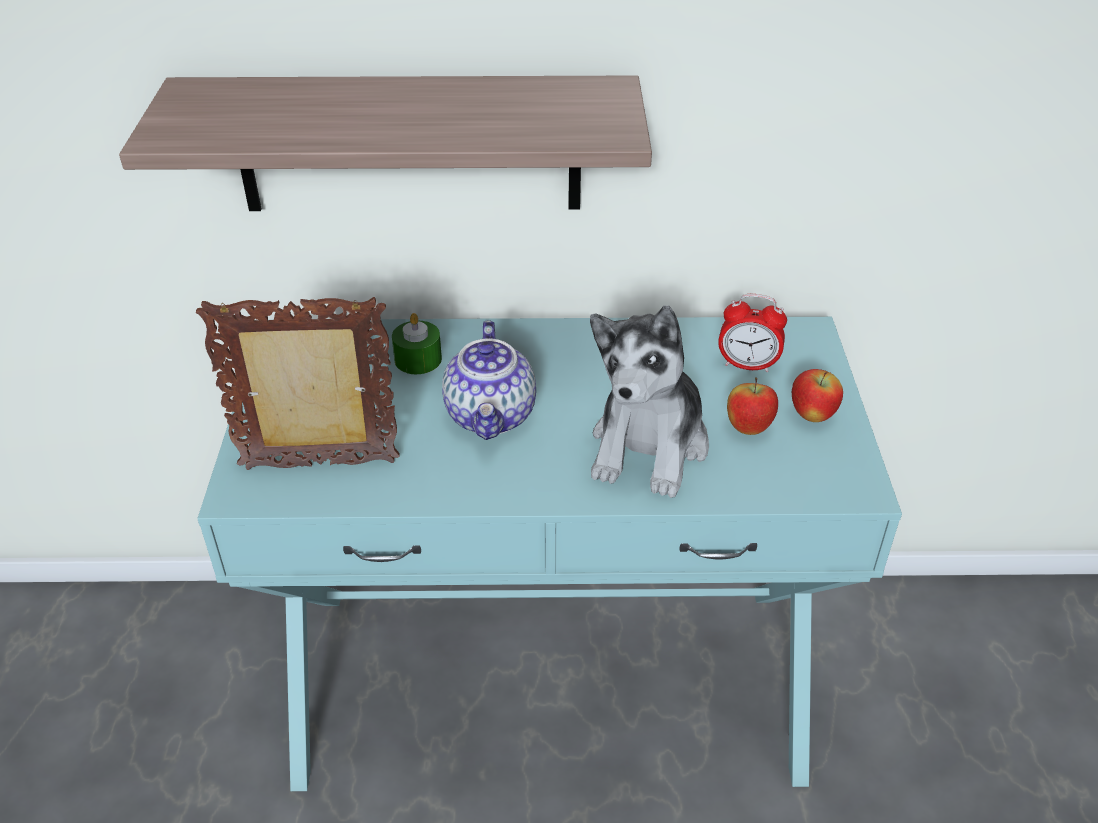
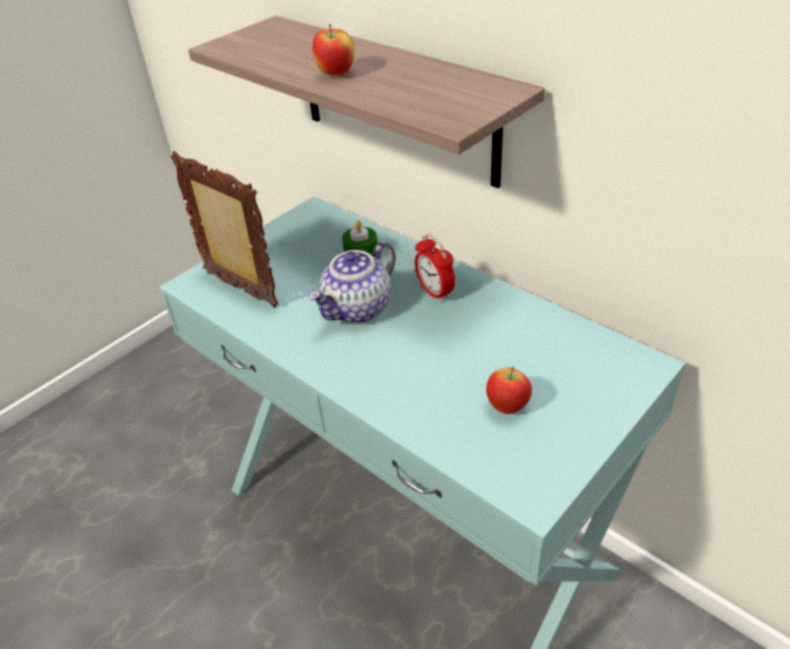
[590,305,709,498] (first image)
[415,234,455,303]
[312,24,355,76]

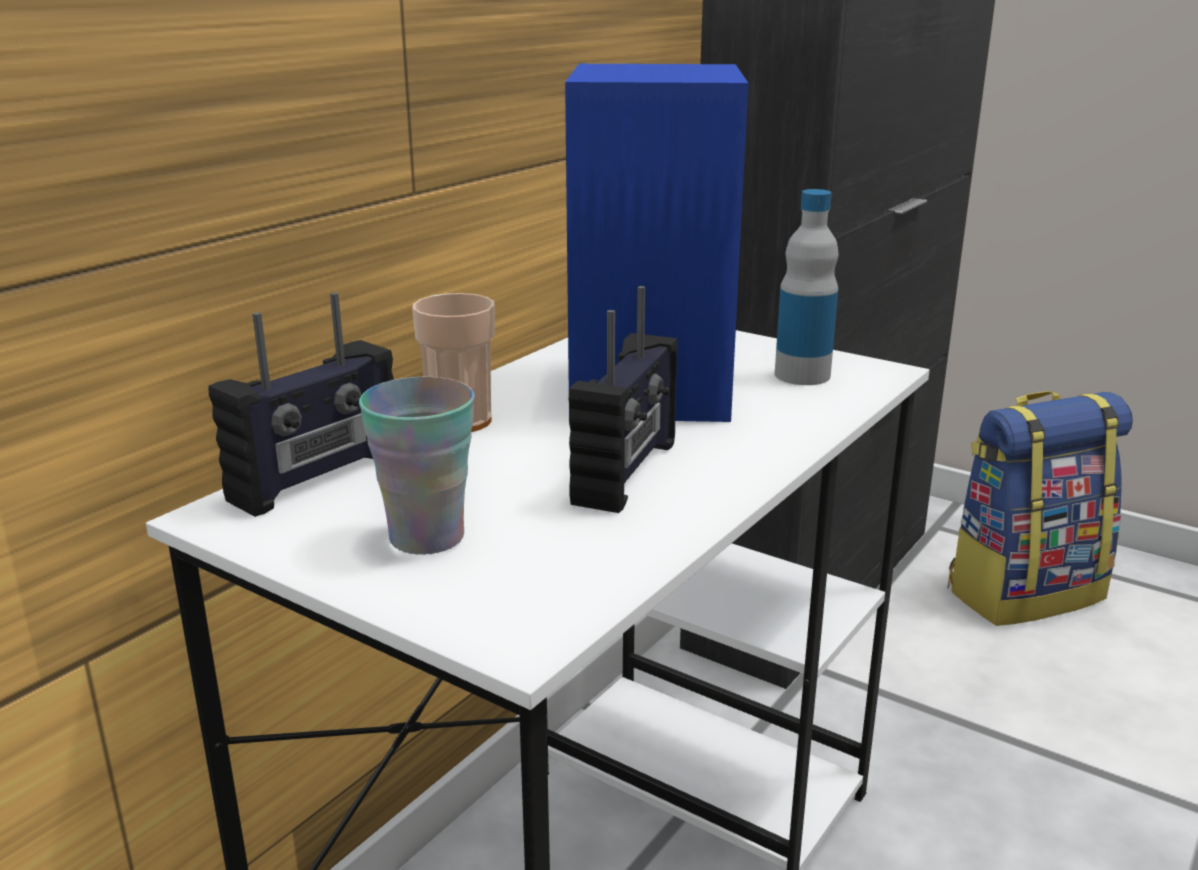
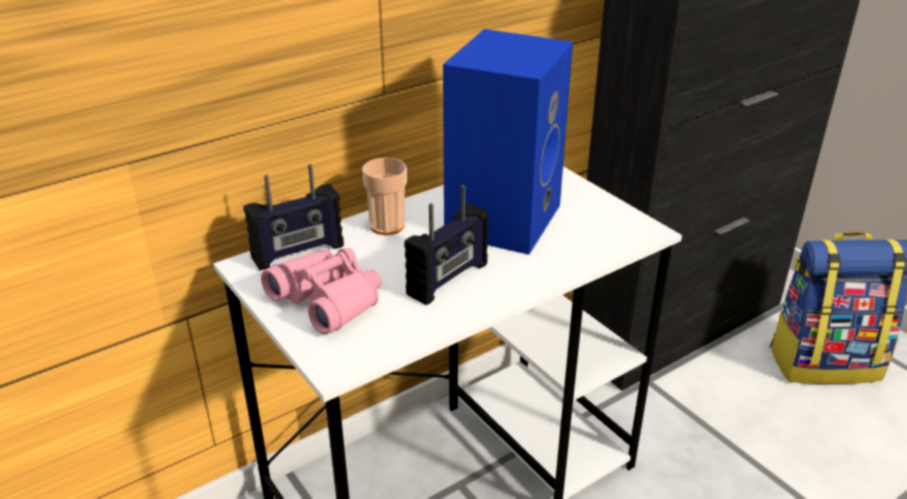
[775,189,839,385] (first image)
[261,248,382,334]

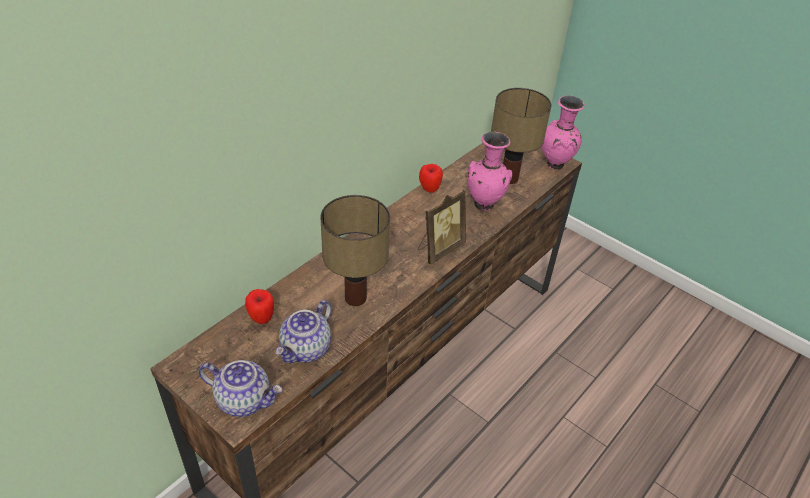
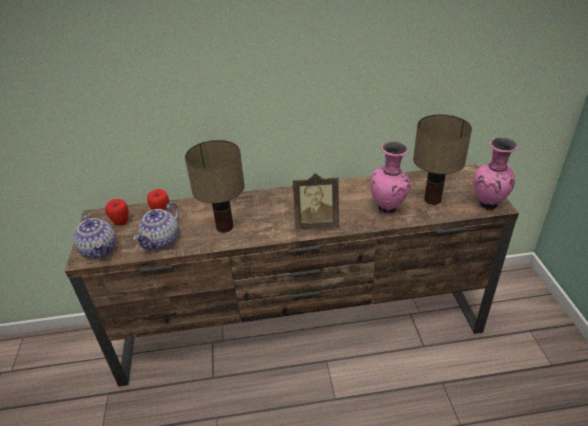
[105,199,129,226]
[133,202,179,250]

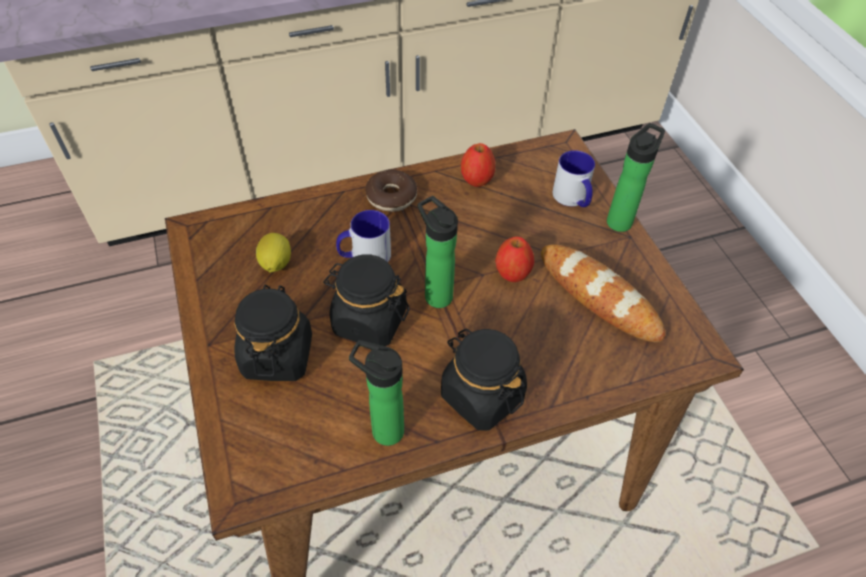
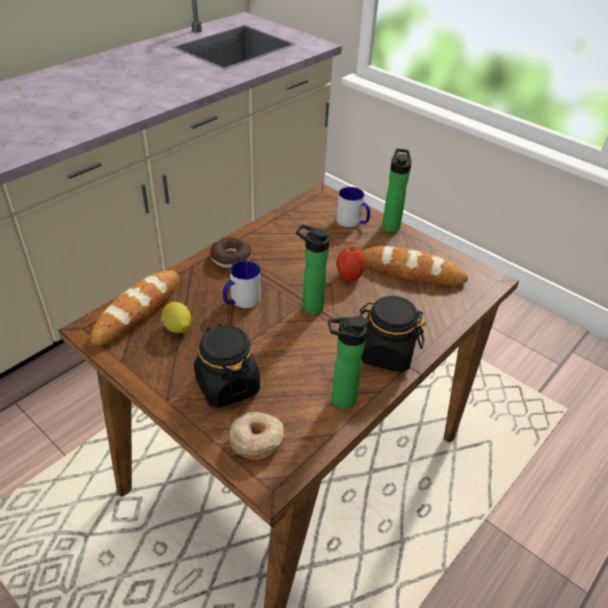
[323,255,410,346] (first image)
[461,143,495,187] (first image)
[91,270,179,345]
[228,412,284,459]

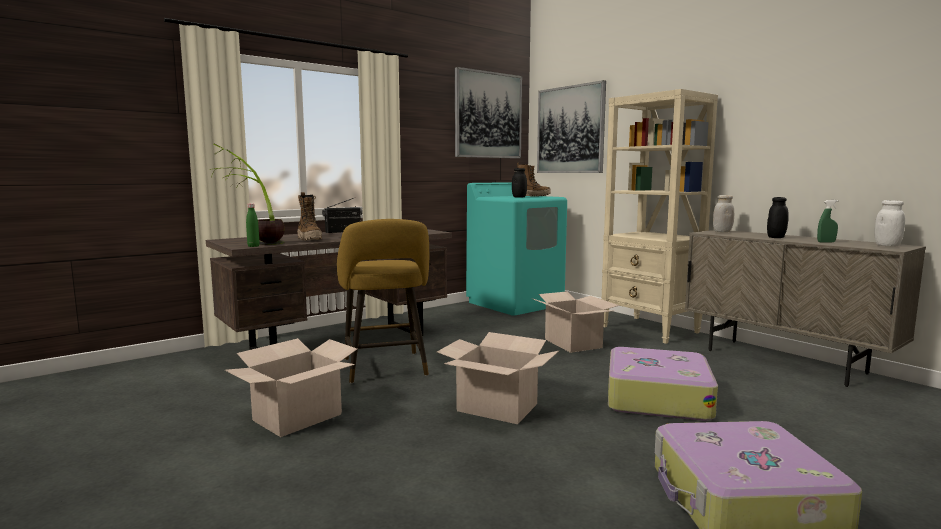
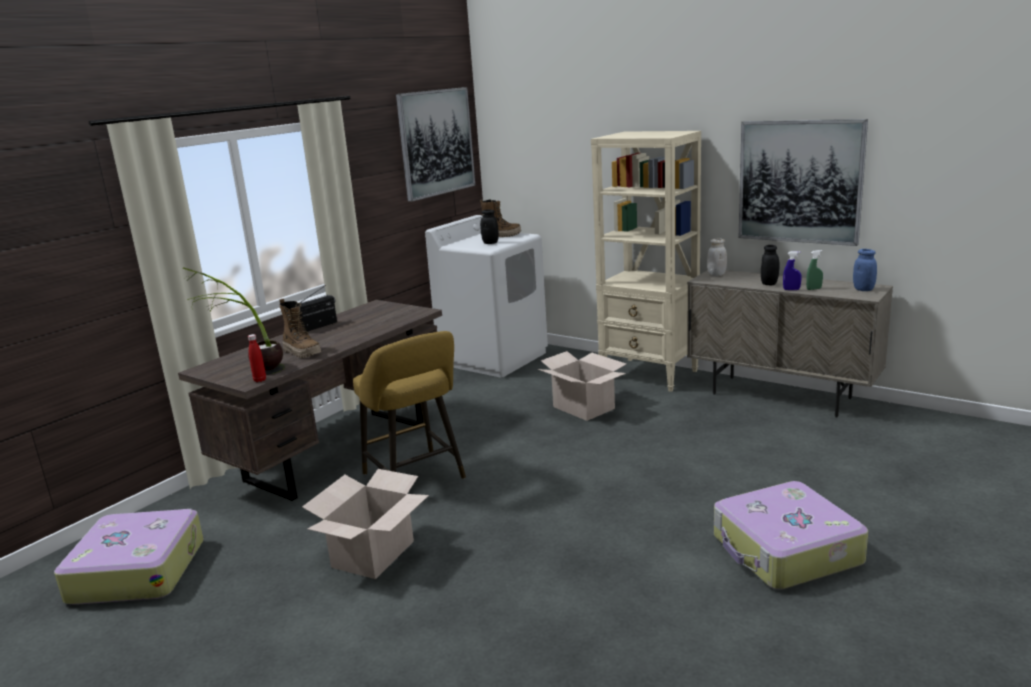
[437,332,559,424] (first image)
[783,251,802,290]
[739,119,868,246]
[54,509,204,605]
[248,334,266,382]
[425,215,548,378]
[853,249,877,291]

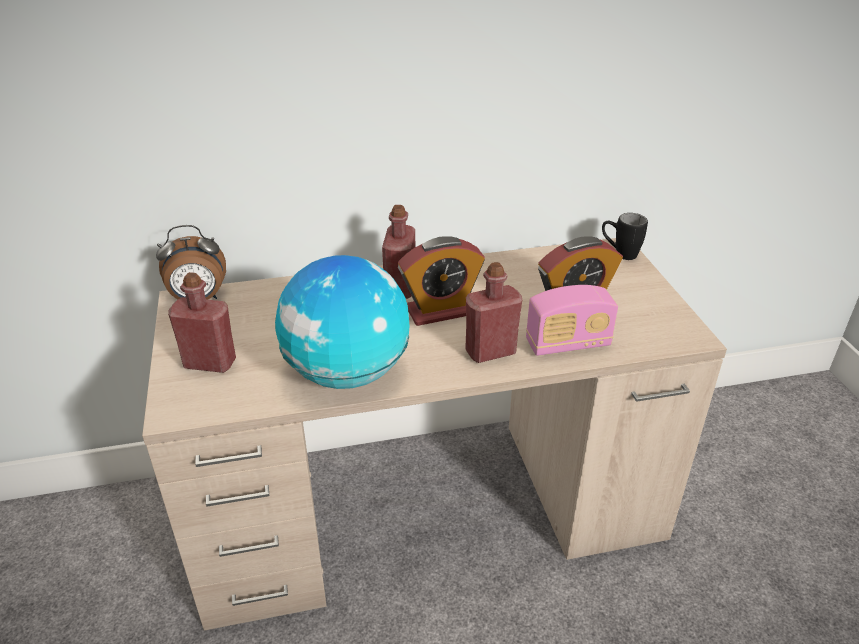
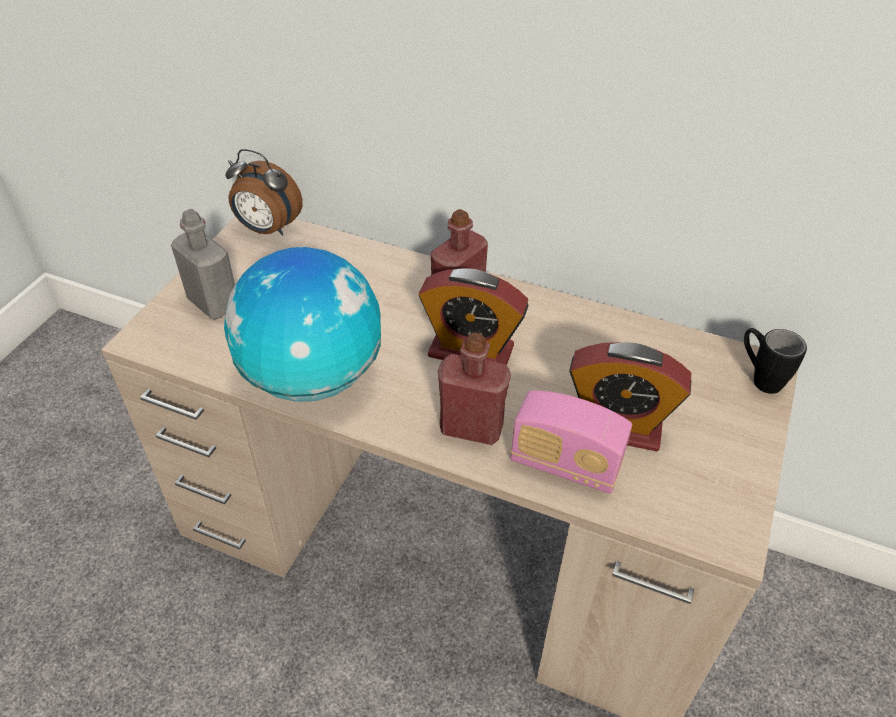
[171,209,235,319]

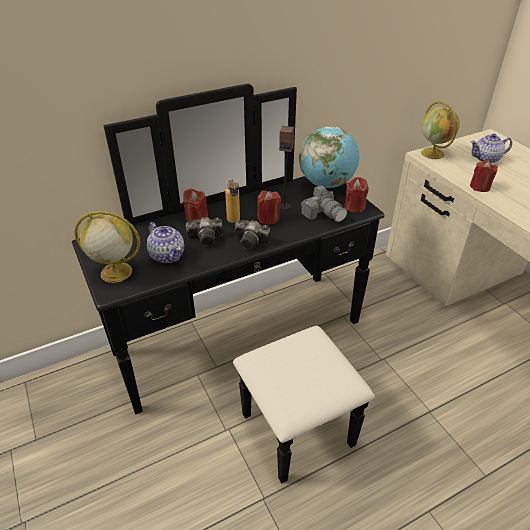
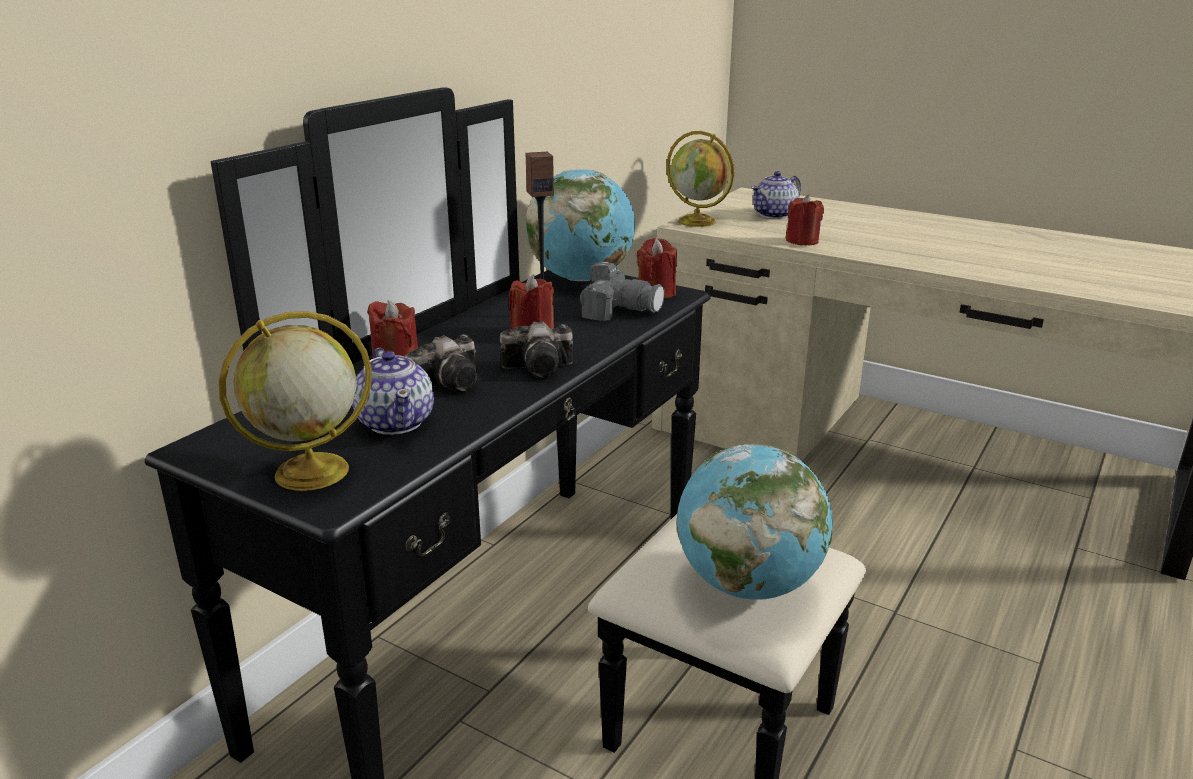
[225,179,240,223] (first image)
[677,444,833,599]
[352,348,434,435]

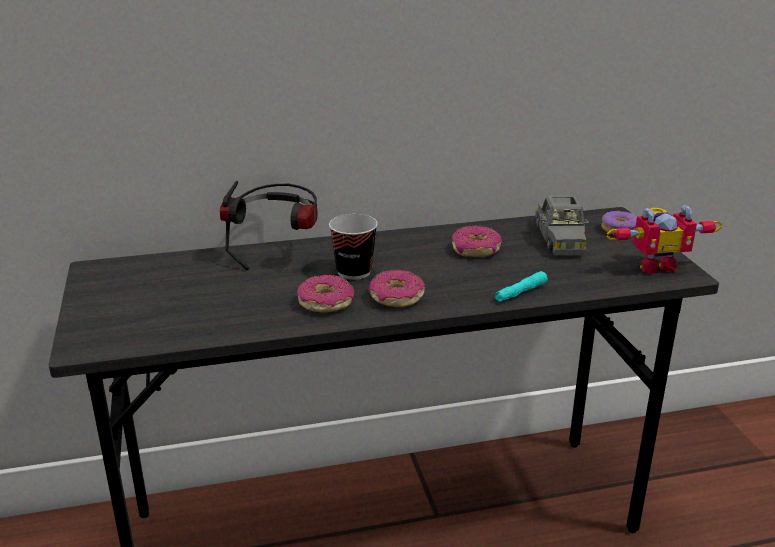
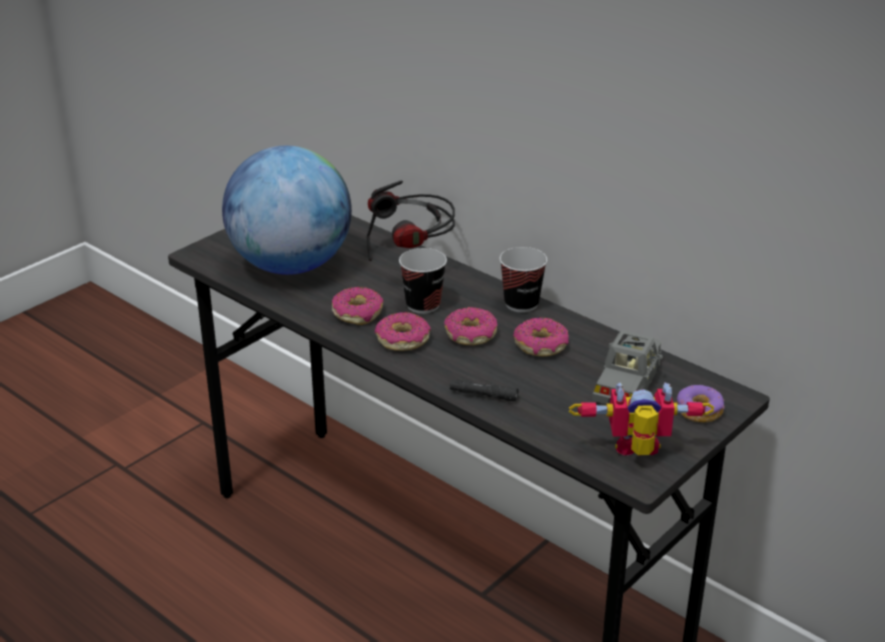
[222,146,352,275]
[444,307,497,345]
[499,247,547,312]
[450,379,519,402]
[592,330,663,404]
[569,382,714,455]

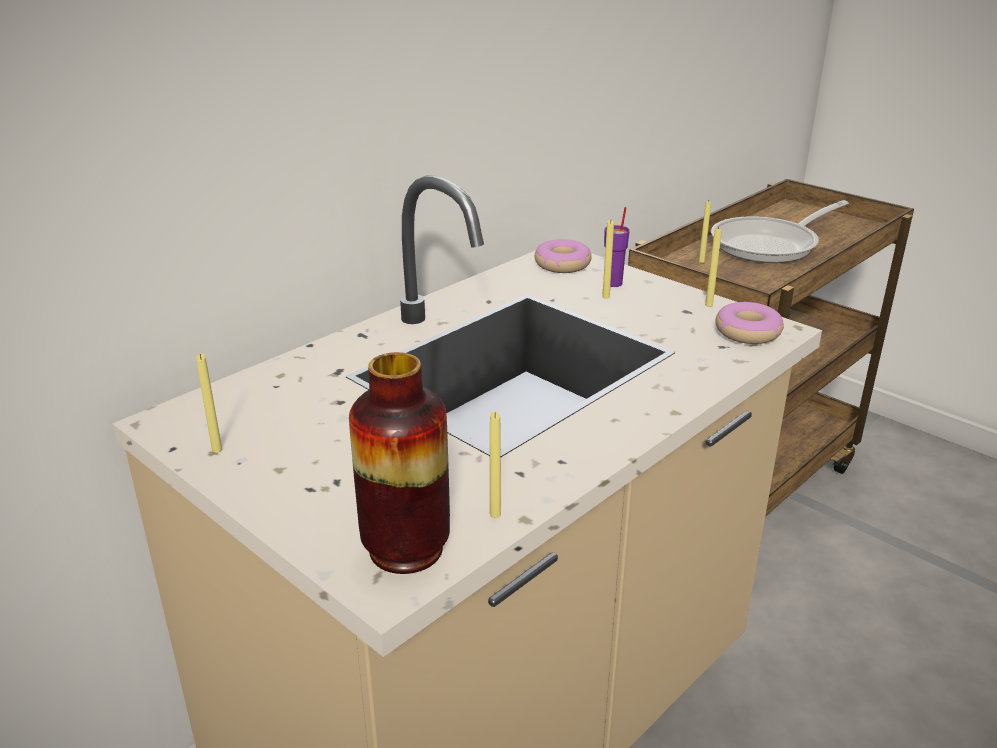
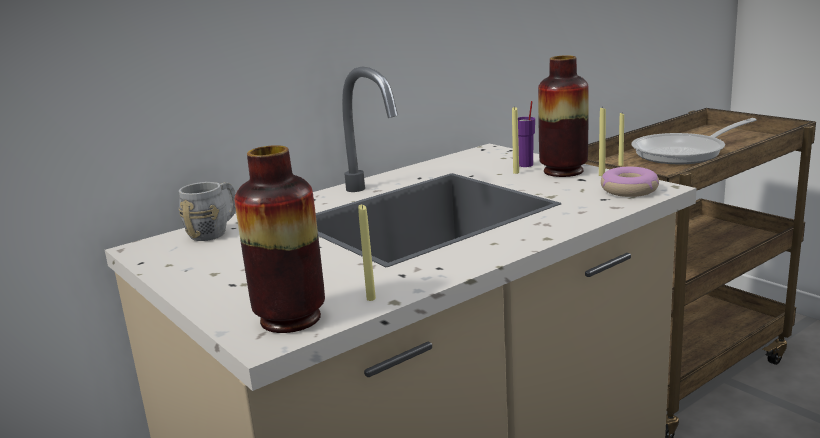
[196,353,222,453] (first image)
[535,239,592,273] (first image)
[179,182,236,241]
[538,55,589,177]

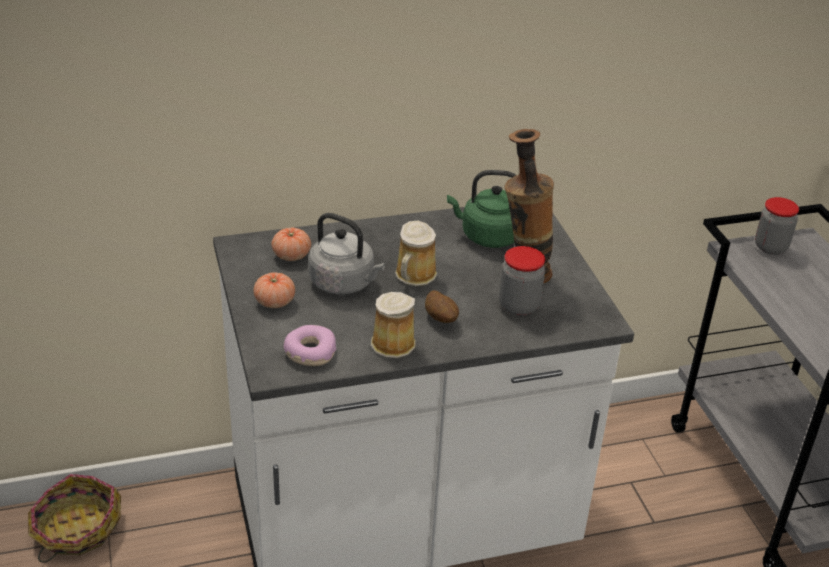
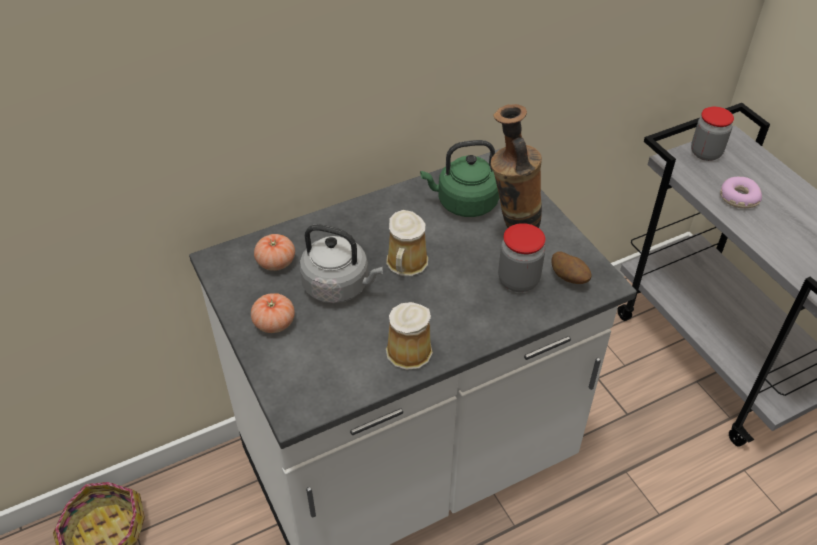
[720,177,762,208]
[551,252,591,284]

